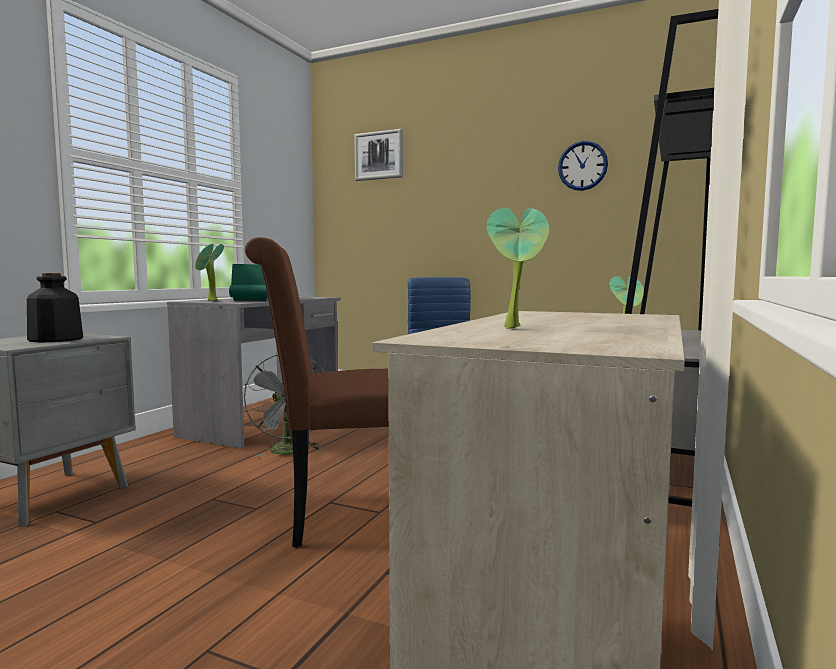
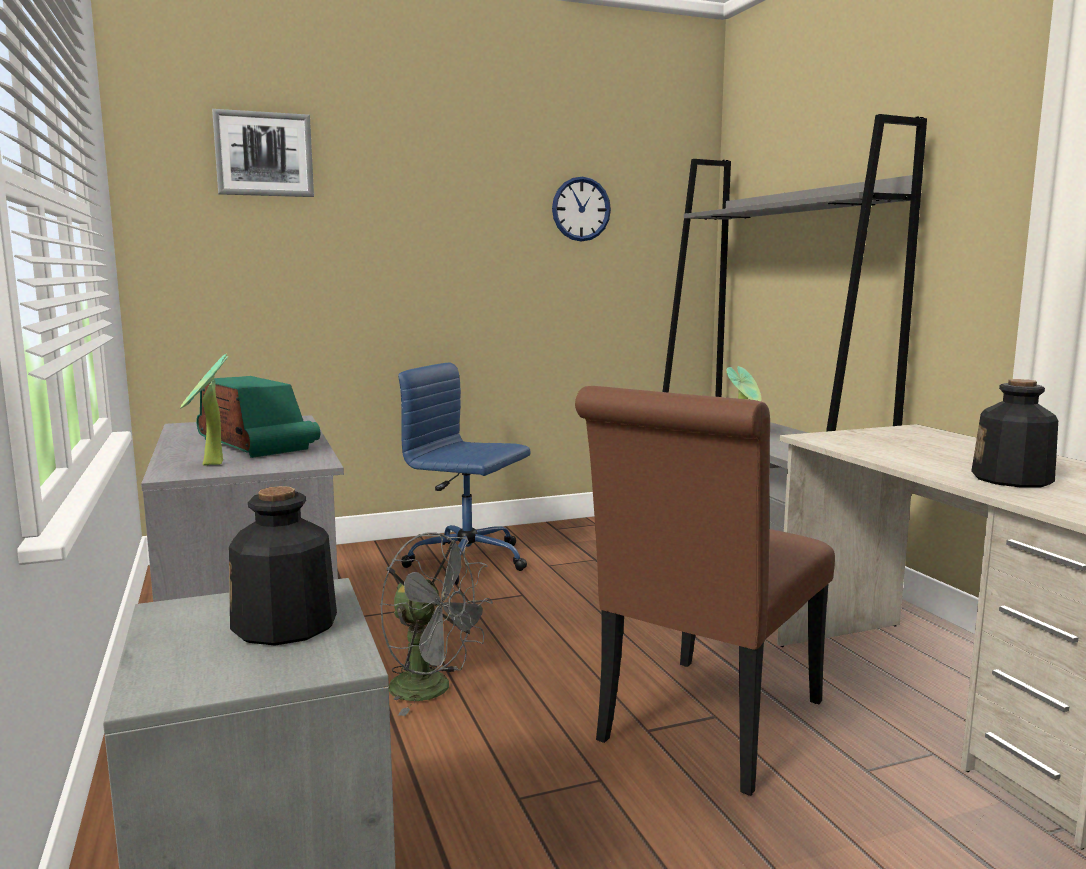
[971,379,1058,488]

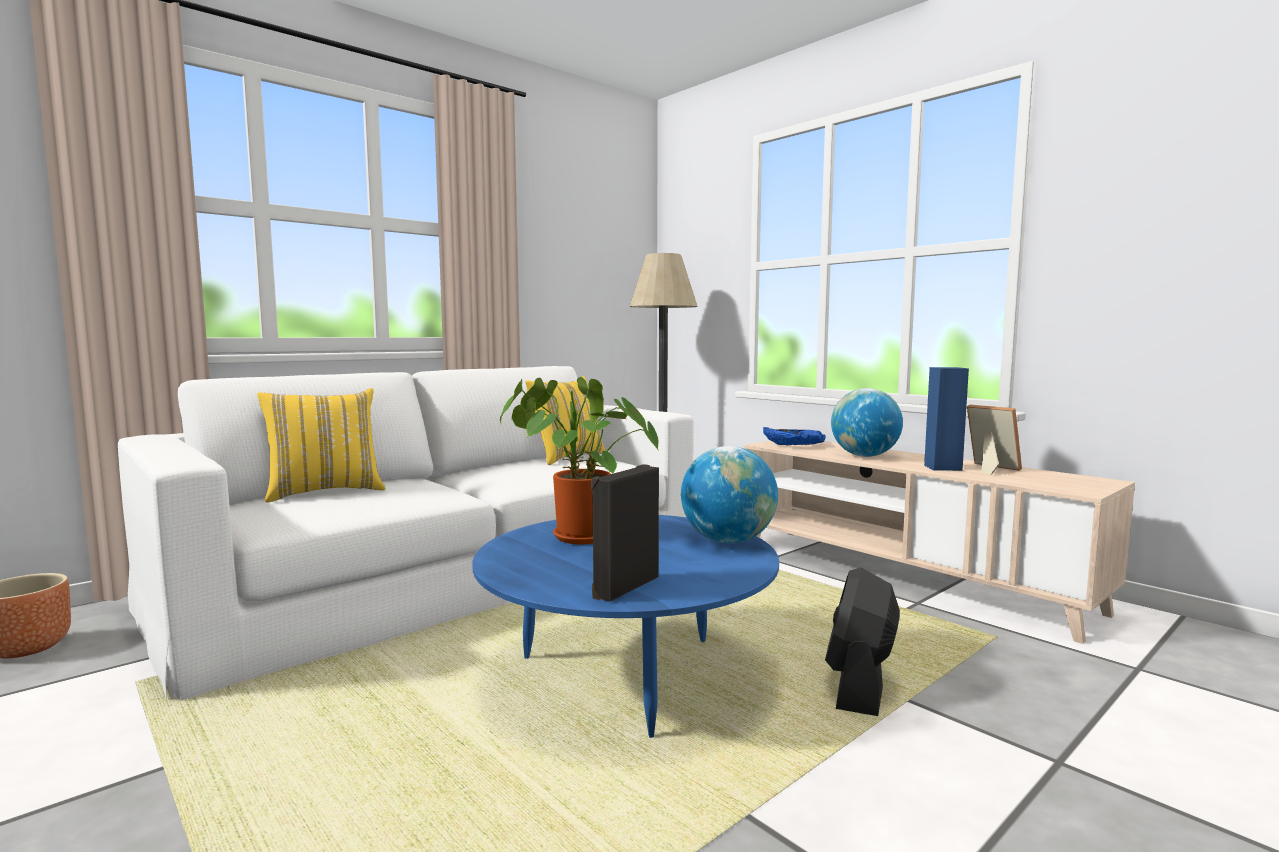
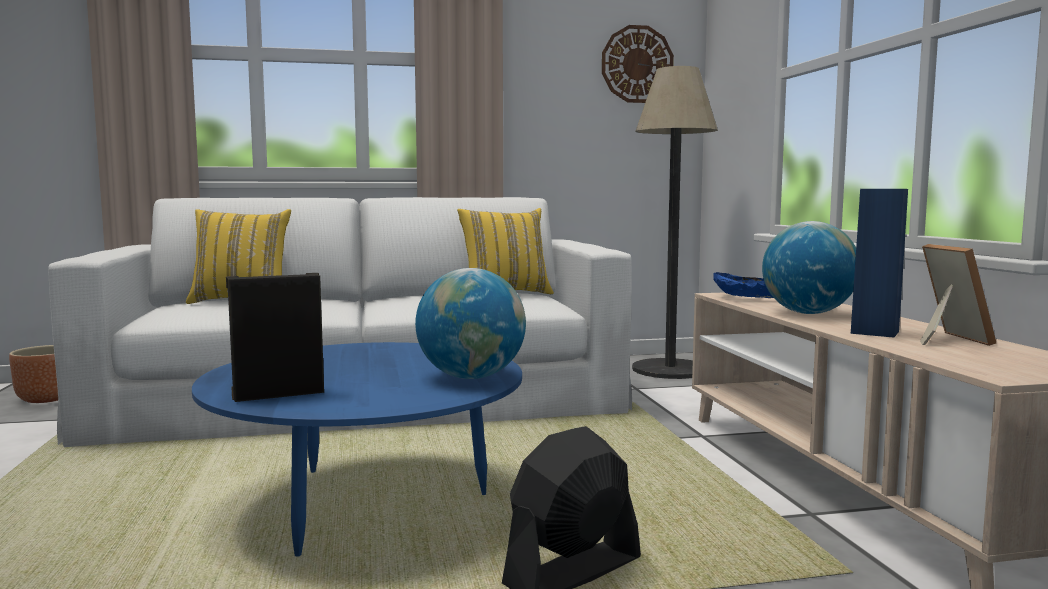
[500,377,659,544] (first image)
[602,25,674,103]

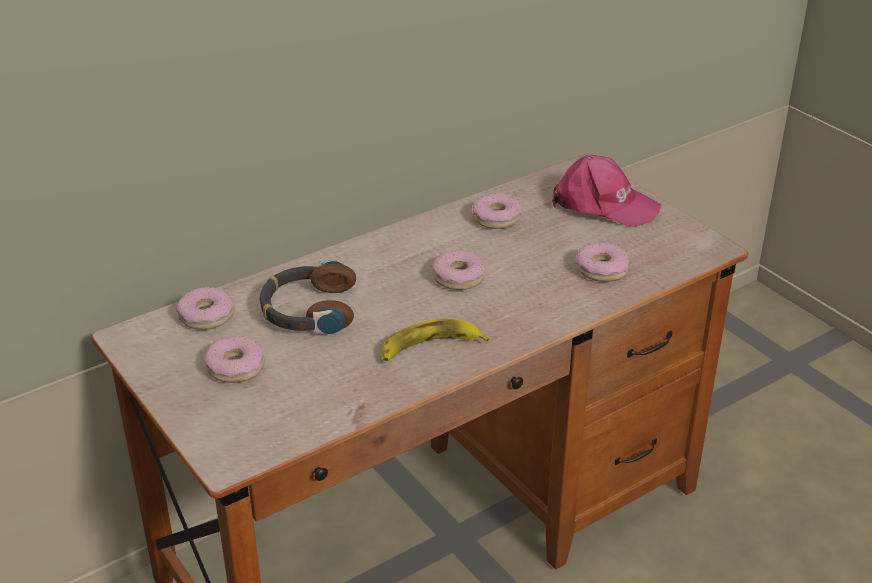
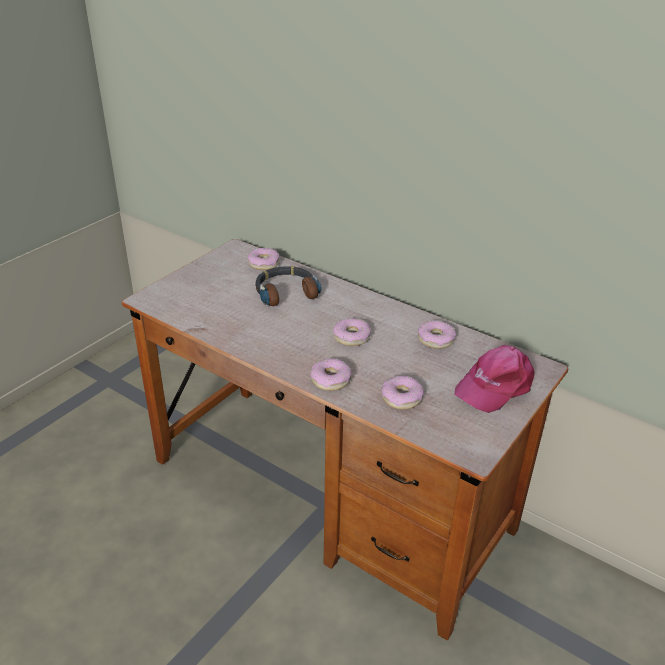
[381,319,490,361] (first image)
[310,358,352,391]
[455,345,535,413]

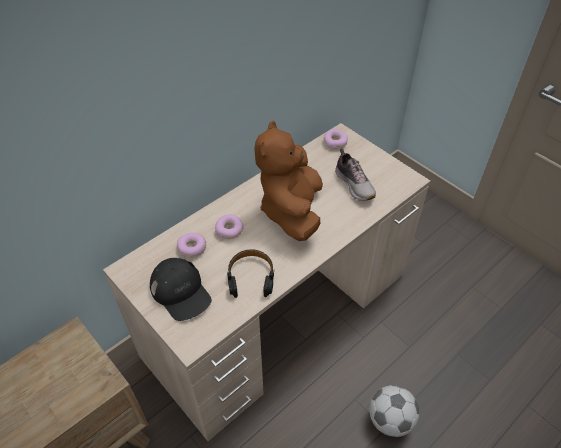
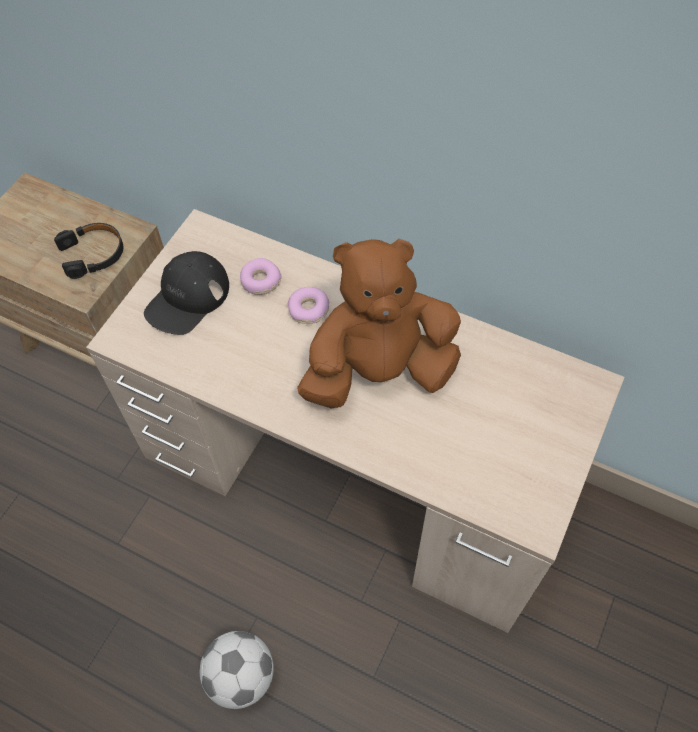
[324,129,348,149] (first image)
[335,148,376,201] (first image)
[54,223,123,279]

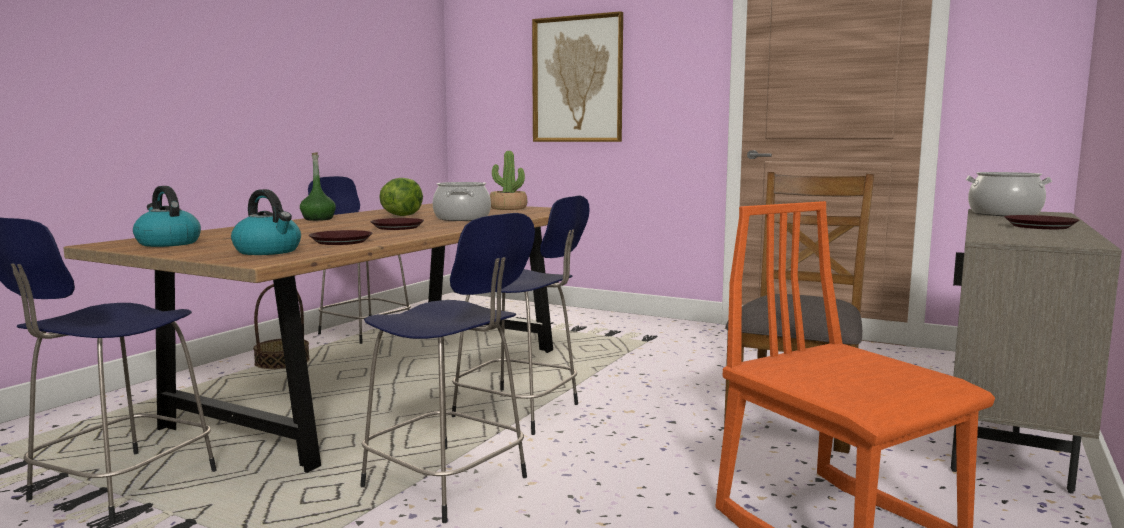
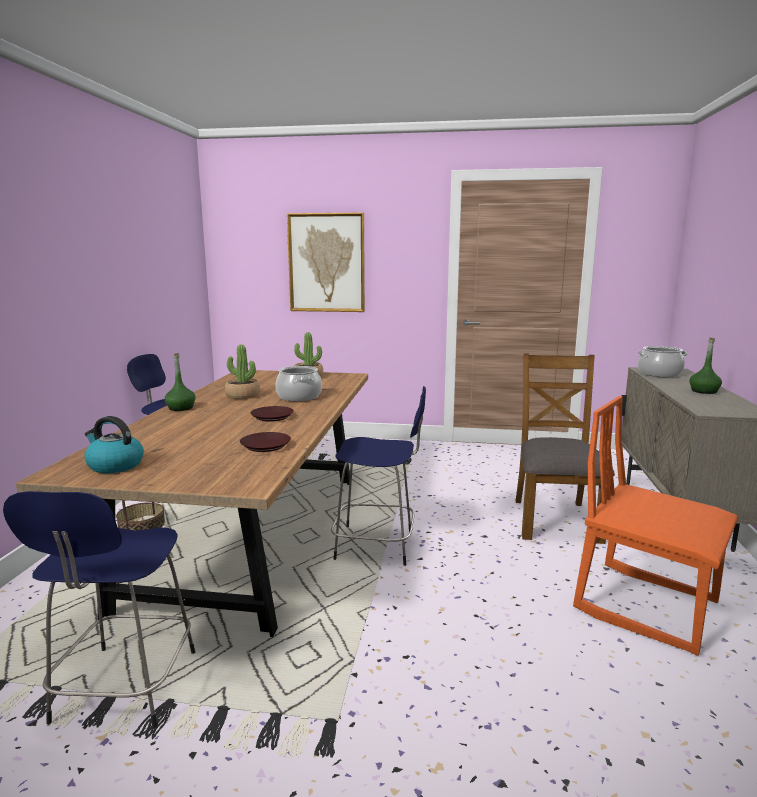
[231,189,301,255] (first image)
[360,213,535,523] (first image)
[225,344,260,399]
[689,337,722,394]

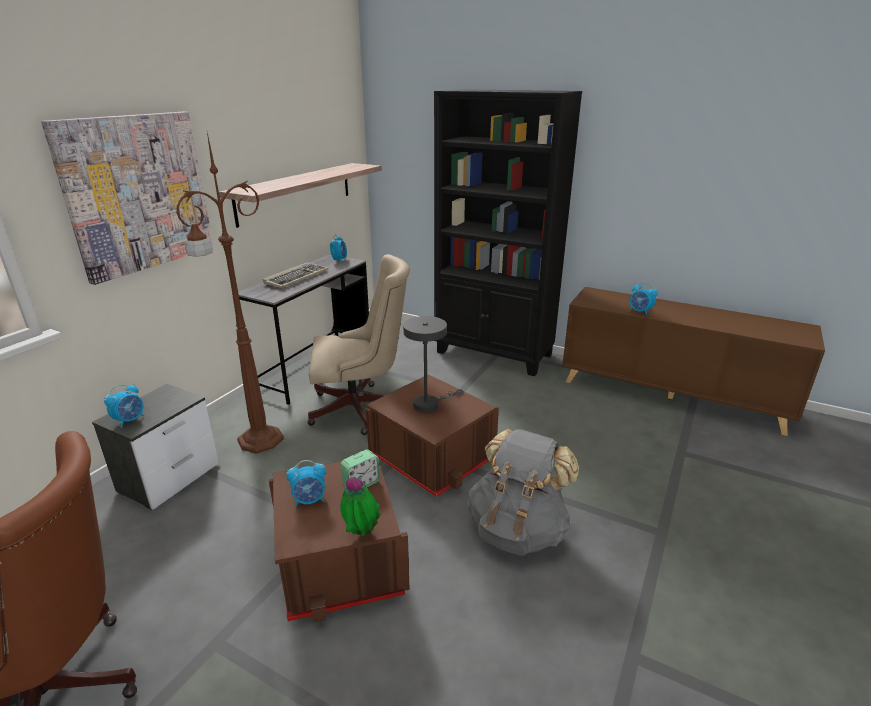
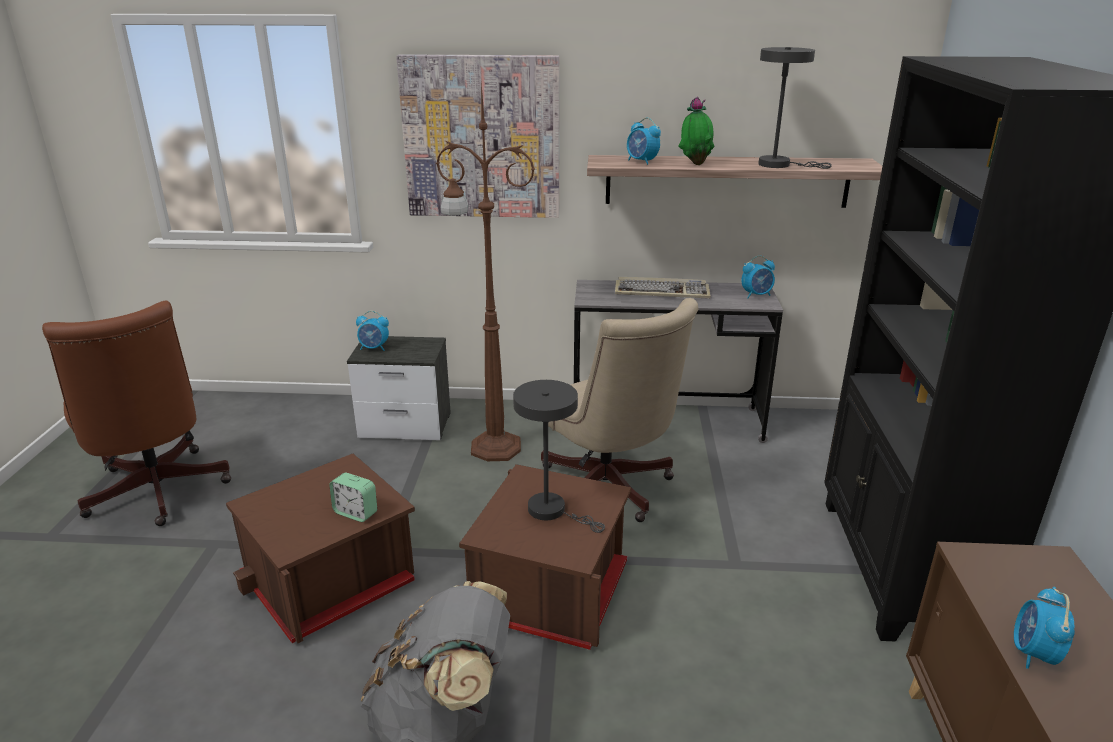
[758,47,832,169]
[627,117,661,165]
[678,97,715,165]

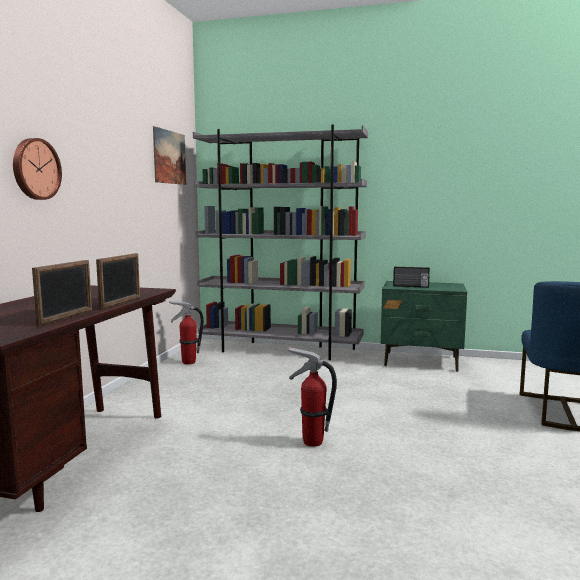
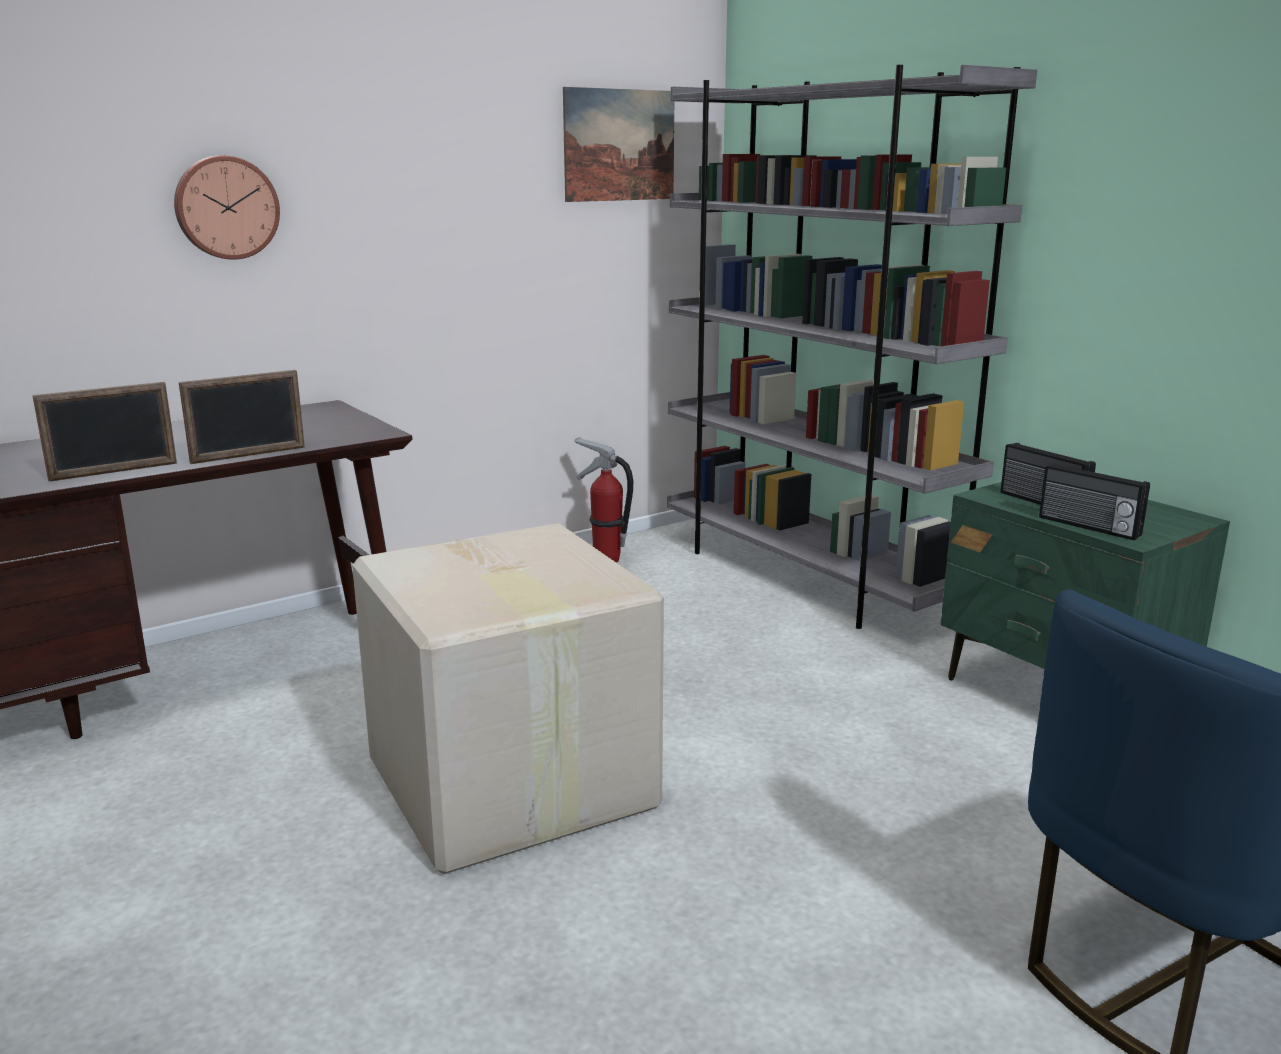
[1039,463,1150,540]
[352,523,664,874]

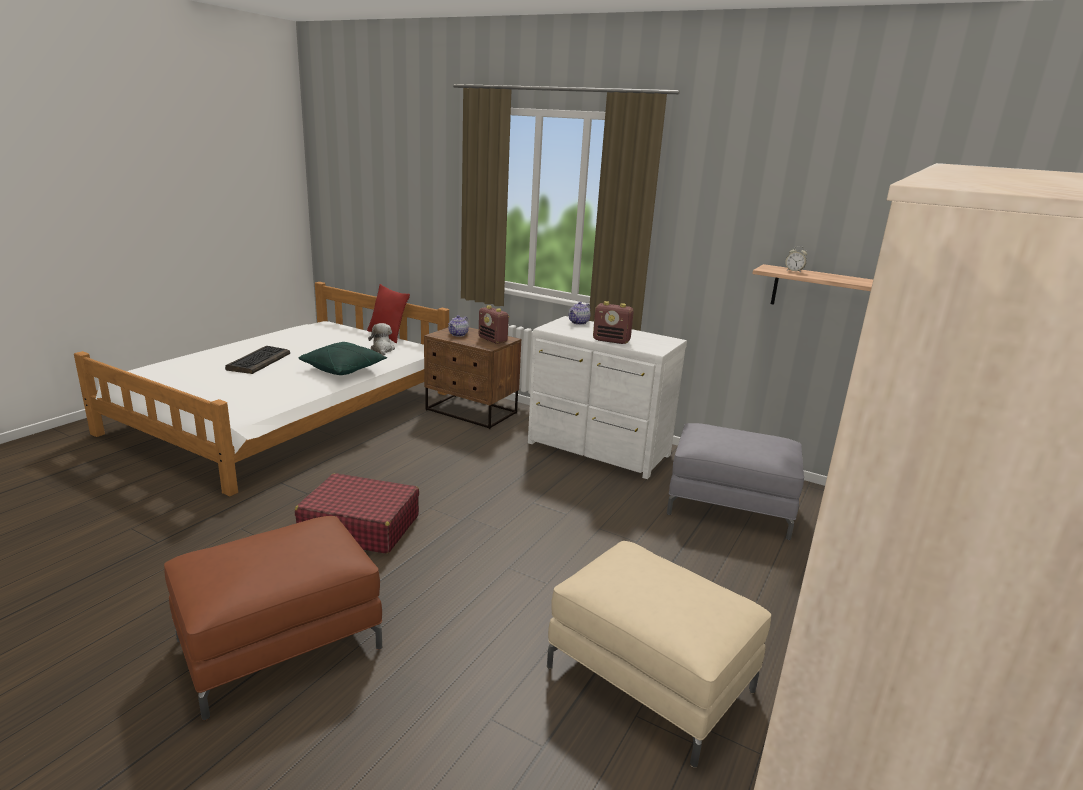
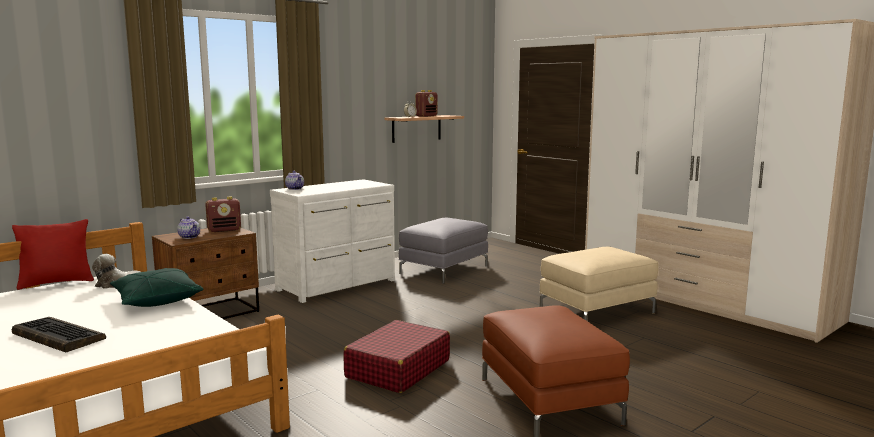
[415,90,437,117]

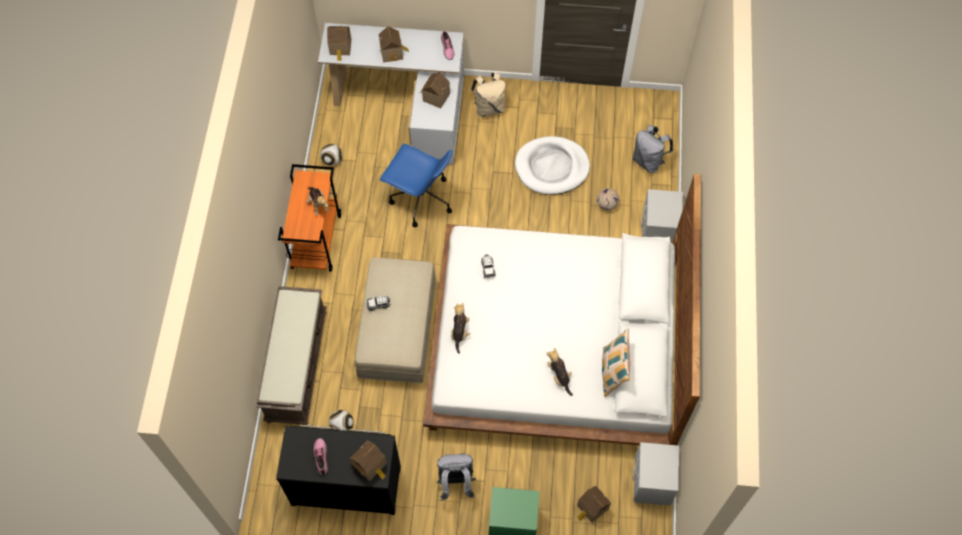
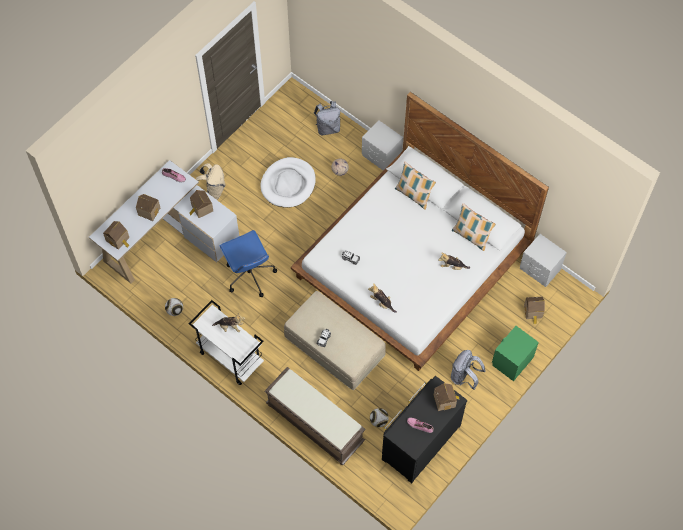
[395,161,436,210]
[188,300,264,385]
[219,230,277,297]

